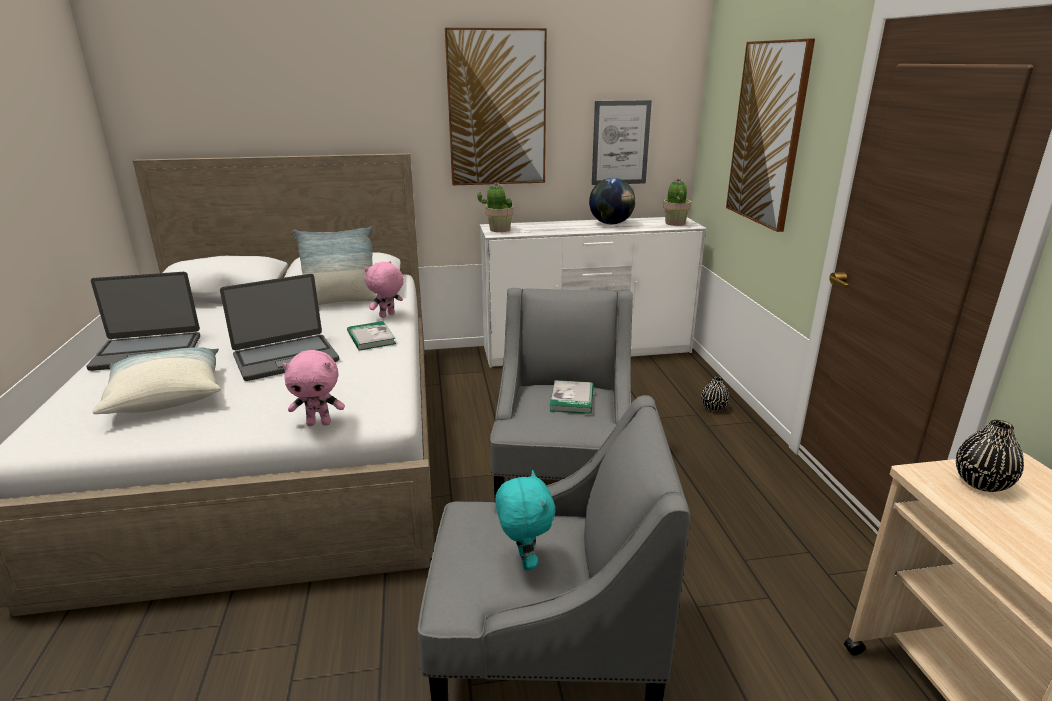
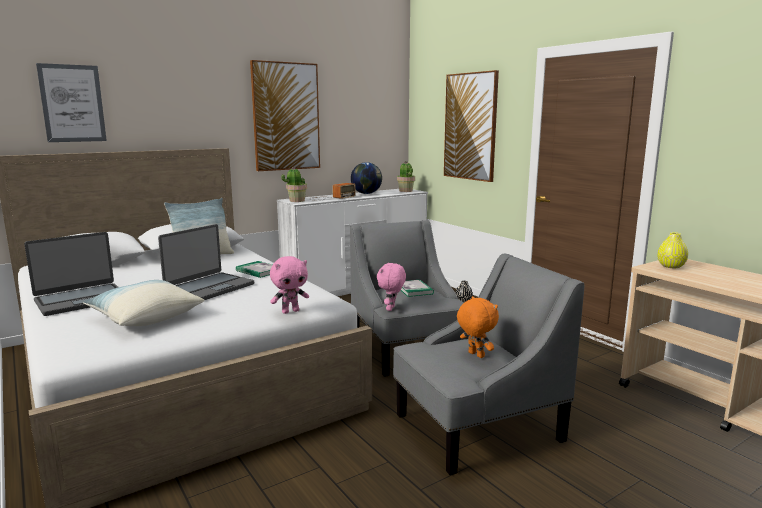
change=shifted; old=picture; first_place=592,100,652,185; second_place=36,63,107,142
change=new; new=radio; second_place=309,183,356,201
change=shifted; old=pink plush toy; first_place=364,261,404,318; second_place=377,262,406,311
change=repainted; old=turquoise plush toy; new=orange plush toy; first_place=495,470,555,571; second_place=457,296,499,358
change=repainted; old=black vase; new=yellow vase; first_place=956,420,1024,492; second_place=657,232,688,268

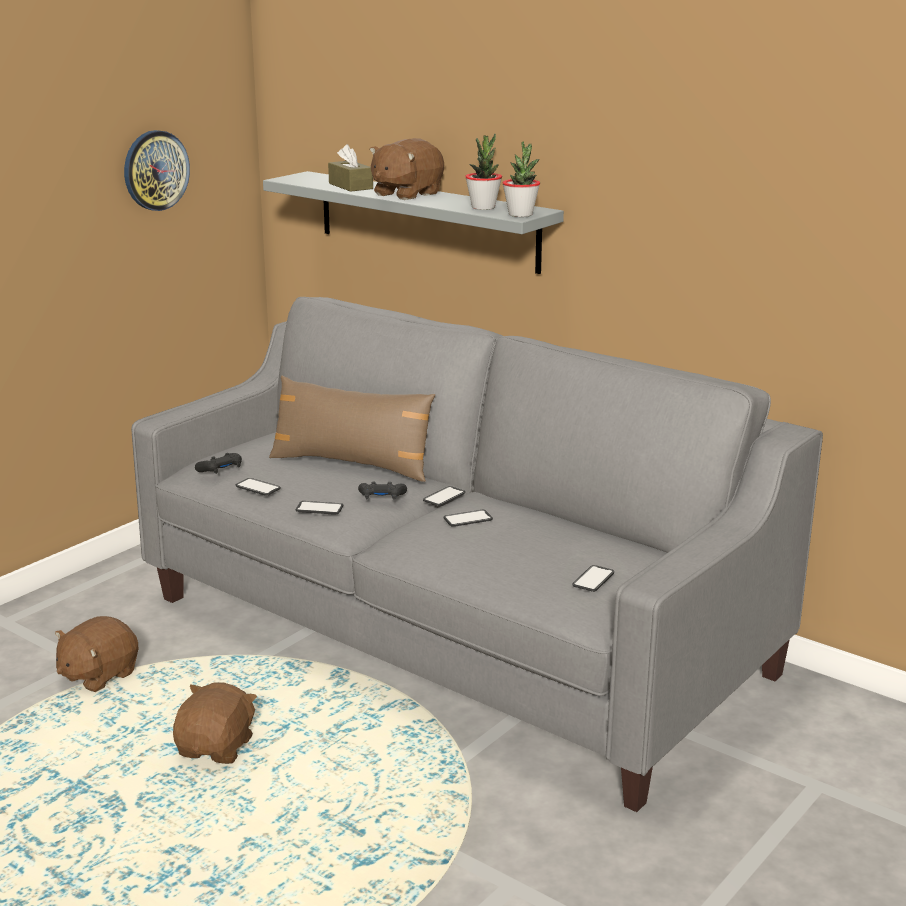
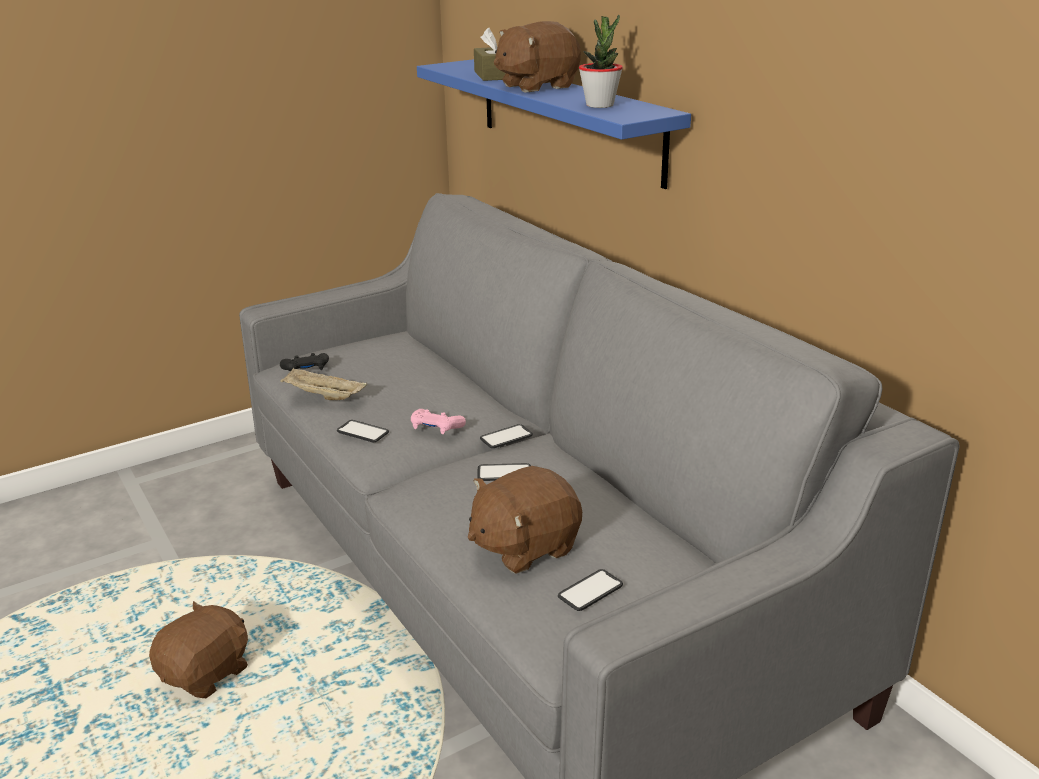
change=swapped; old=phone; new=beige tray; first_place=236,478,281,495; second_place=281,368,367,400
change=repainted; old=black game controller; new=pink game controller; first_place=358,481,407,500; second_place=411,409,466,434
change=repainted; old=grey shelf; new=blue shelf; first_place=263,171,564,274; second_place=417,59,691,189
change=shifted; old=brown plush toy; first_place=55,616,139,692; second_place=468,466,582,574
change=gone; old=wall clock; first_place=124,130,190,211
change=gone; old=brown pillow; first_place=269,376,435,482
change=gone; old=potted plant; first_place=503,141,540,217

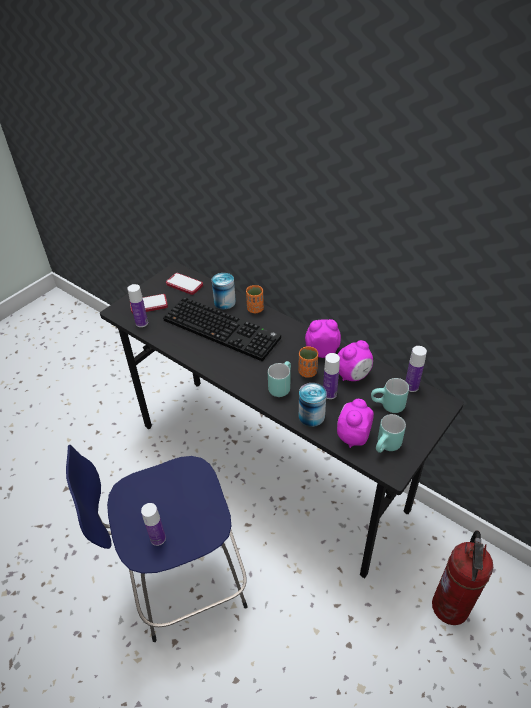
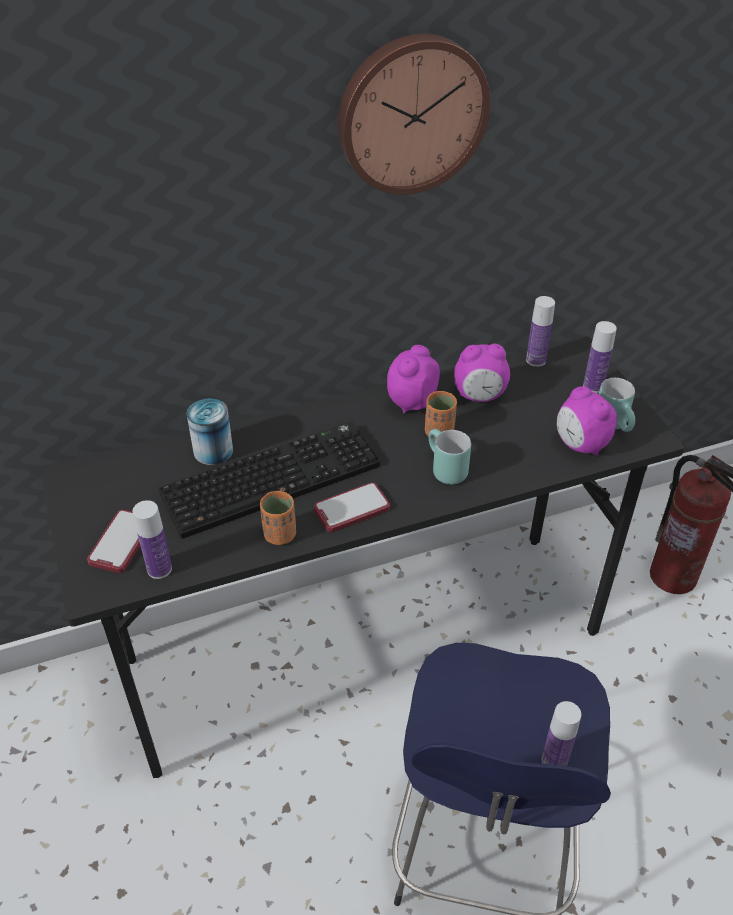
change=shifted; old=orange cup; first_place=246,285,264,313; second_place=260,491,296,545
change=shifted; old=phone; first_place=166,273,203,295; second_place=314,482,390,532
change=new; new=wall clock; second_place=338,34,490,195
change=rotated; old=alarm clock; first_place=338,340,373,381; second_place=454,344,510,402; degrees=90
change=shifted; old=bottle; first_place=323,353,340,399; second_place=583,321,617,393
change=gone; old=can; first_place=299,383,327,427
change=gone; old=turquoise mug; first_place=371,378,409,413

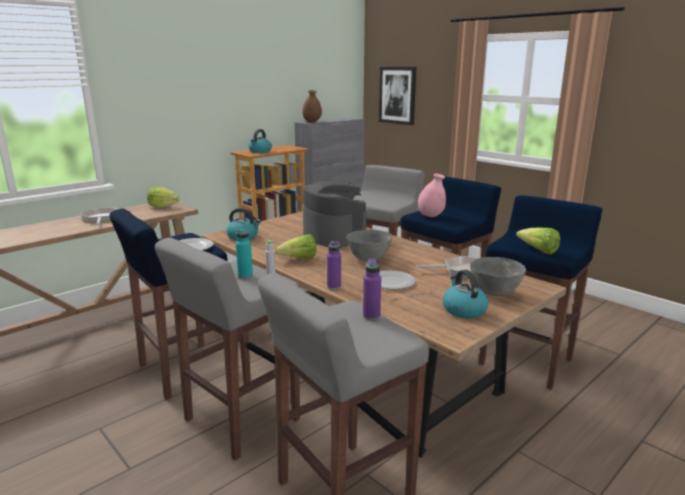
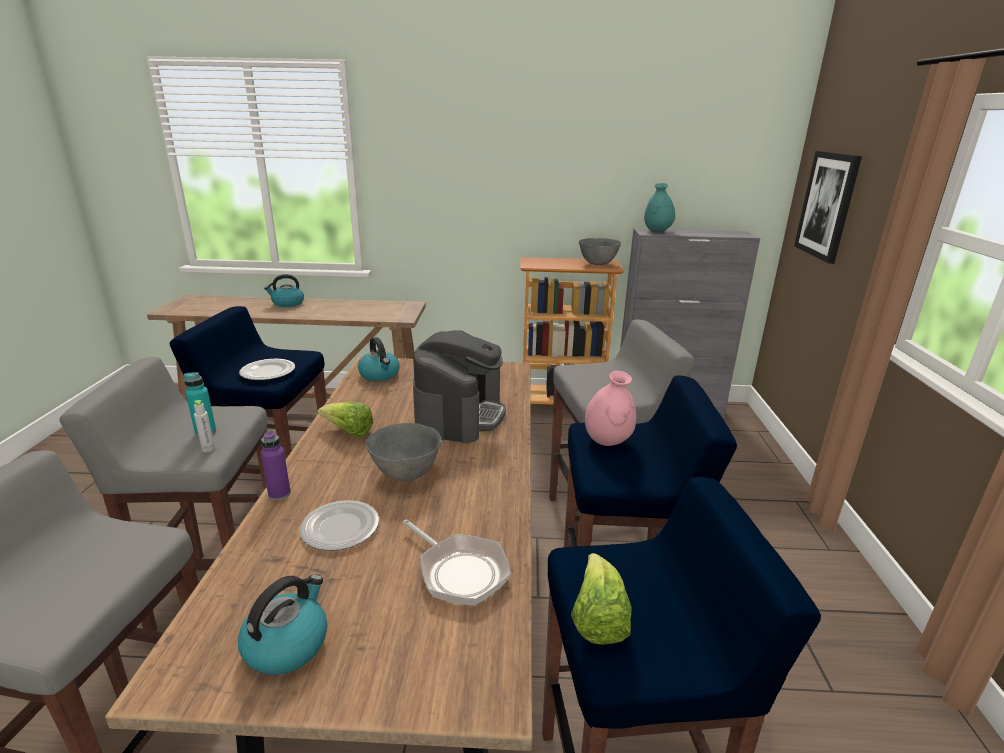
change=shifted; old=kettle; first_place=249,129,272,153; second_place=264,274,304,307
change=shifted; old=grey bowl; first_place=470,257,526,296; second_place=579,238,621,265
change=repainted; old=brown vase; new=turquoise vase; first_place=302,90,322,122; second_place=644,183,675,232
change=gone; old=frying pan; first_place=80,207,117,225
change=gone; old=lettuce; first_place=147,187,180,208
change=gone; old=purple bottle; first_place=363,259,381,320

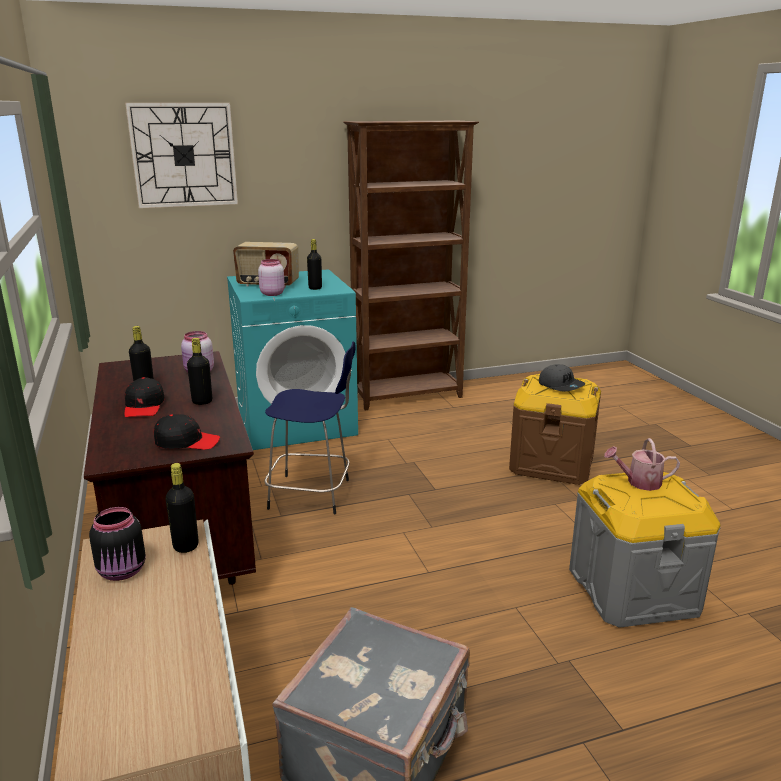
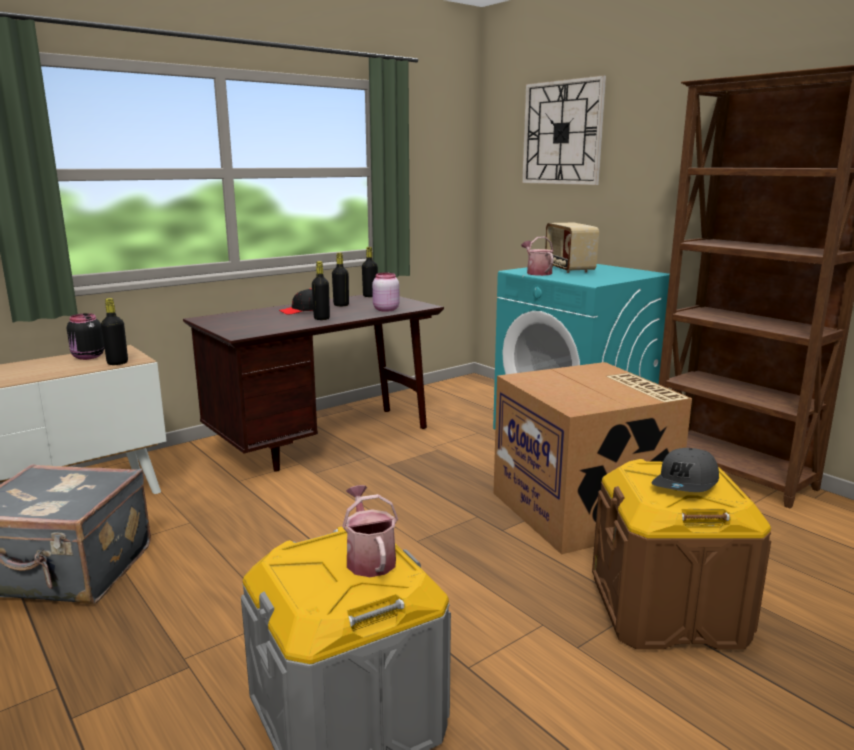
change=shifted; old=black bottle; first_place=307,239,322,290; second_place=362,247,378,297
change=new; new=cardboard box; second_place=494,362,692,554
change=swapped; old=pink jar; new=watering can; first_place=258,259,285,296; second_place=521,237,554,276
change=gone; old=black cap; first_place=154,414,220,450
change=gone; old=blue stool; first_place=264,341,356,514

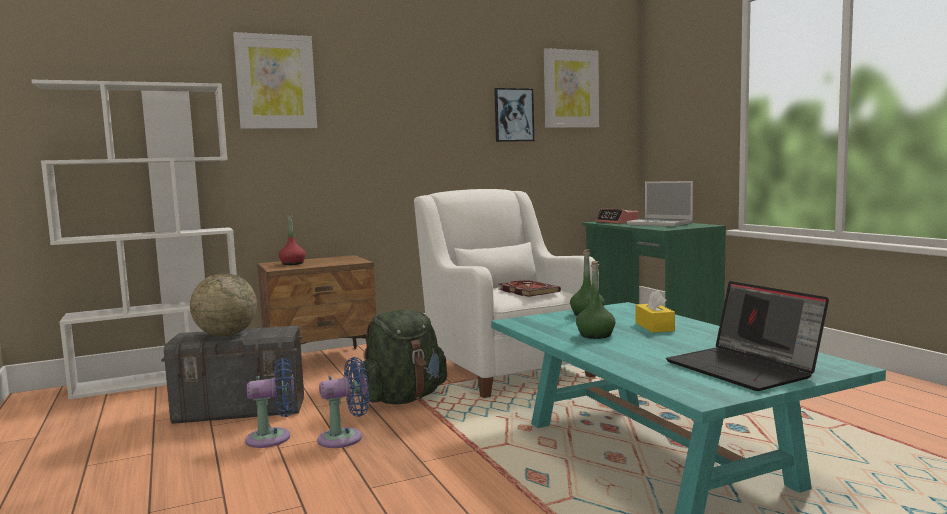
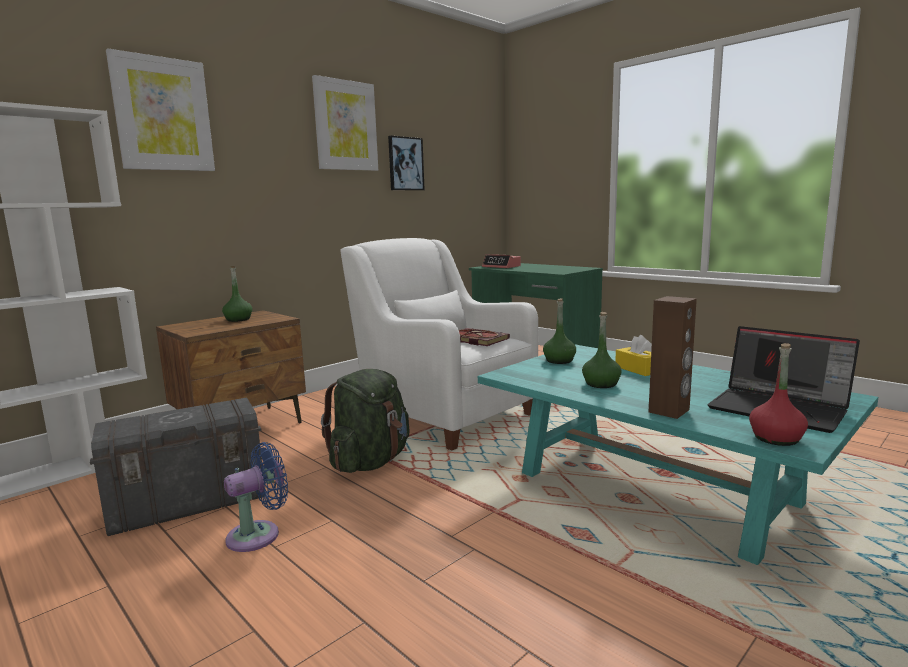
change=new; new=green bottle; second_place=222,266,252,322
change=shifted; old=picture; first_place=544,48,599,128; second_place=312,75,378,171
change=new; new=brown speaker; second_place=649,296,697,419
change=shifted; old=red bottle; first_place=279,214,306,265; second_place=749,343,808,446
change=gone; old=globe; first_place=190,273,257,336
change=gone; old=blue fan; first_place=317,357,369,448
change=gone; old=laptop; first_place=627,181,693,227

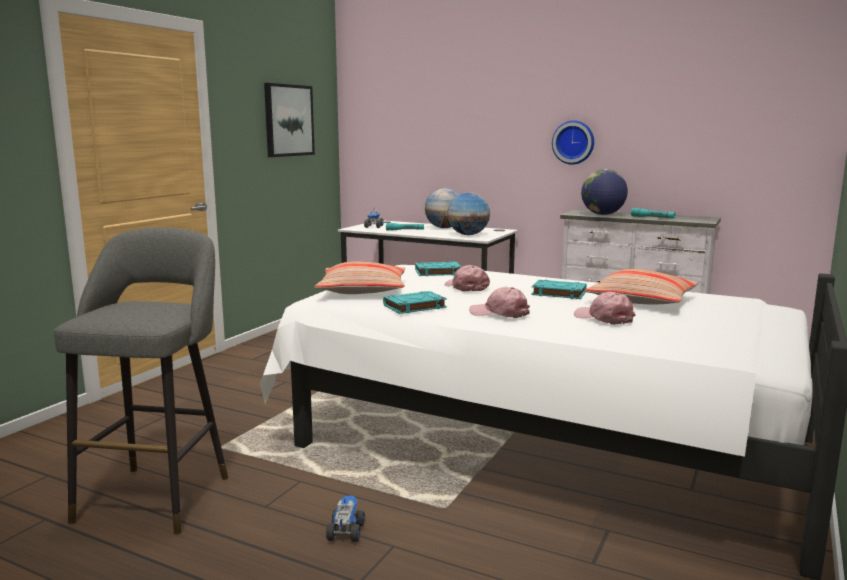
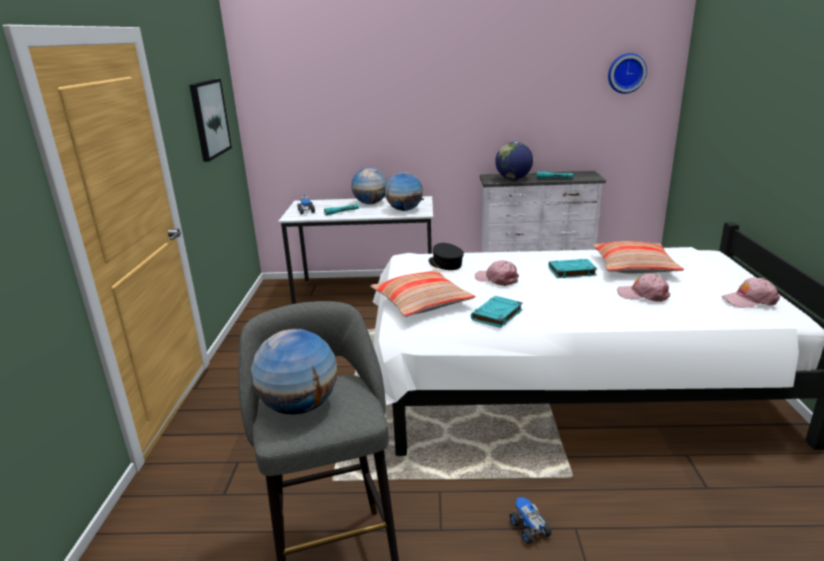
change=new; new=globe; second_place=251,329,337,415
change=swapped; old=turquoise book; new=black cap; first_place=415,262,461,276; second_place=429,243,464,270
change=shifted; old=wall clock; first_place=552,120,594,165; second_place=608,53,647,94
change=shifted; old=pink cap; first_place=469,287,530,318; second_place=721,278,780,308

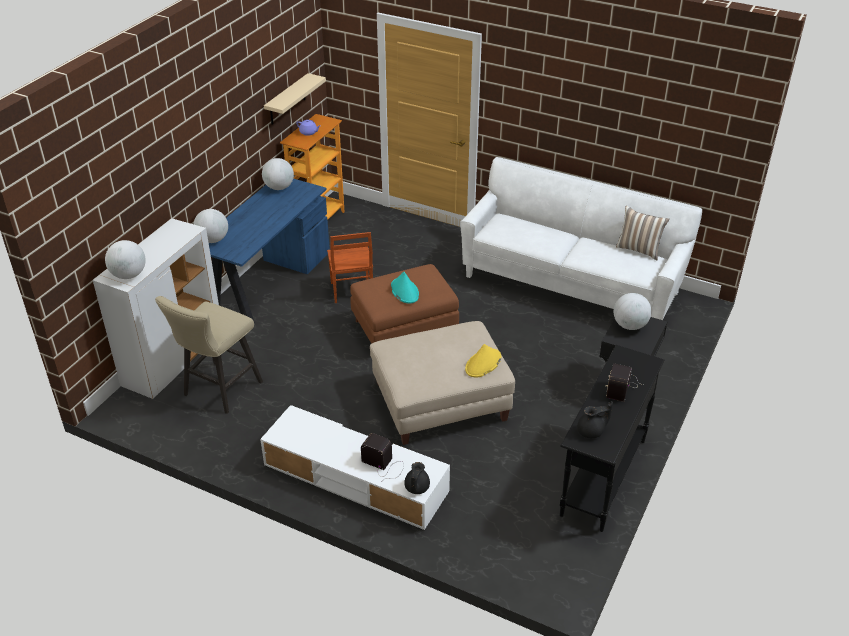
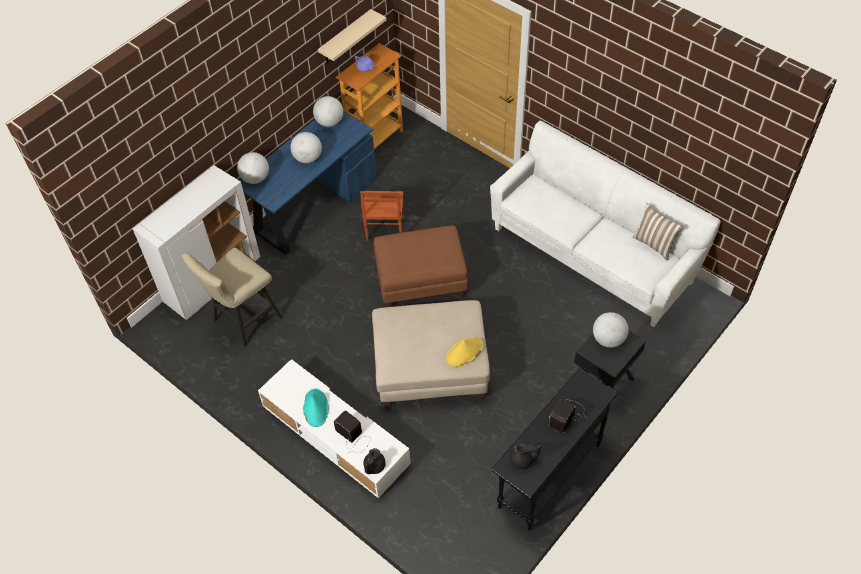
change=shifted; old=globe; first_place=105,240,146,279; second_place=291,132,322,163
change=shifted; old=turquoise hat; first_place=391,272,419,304; second_place=303,389,329,427

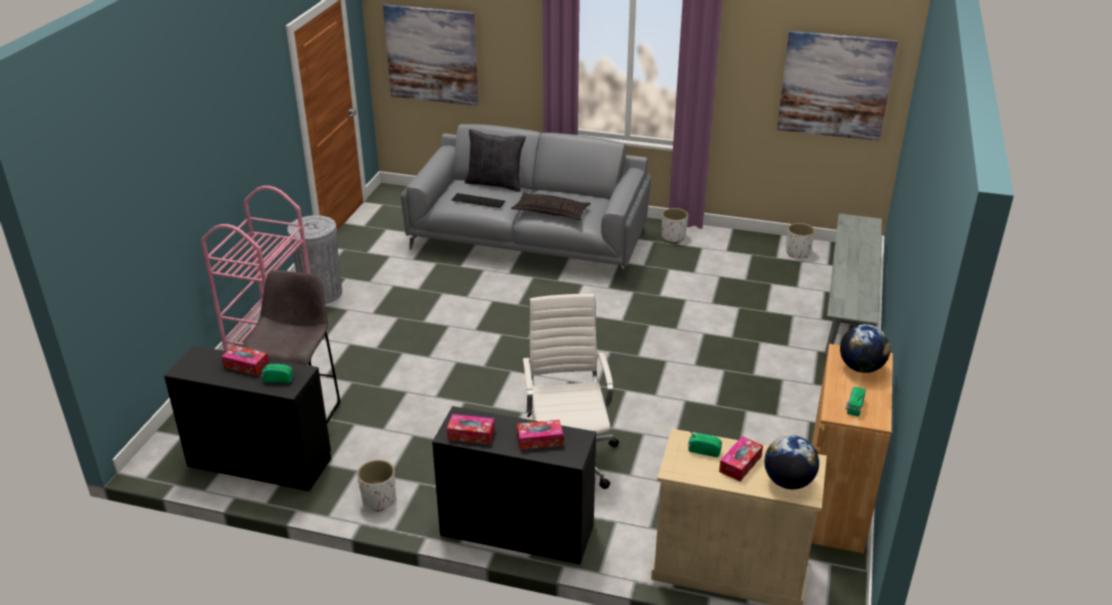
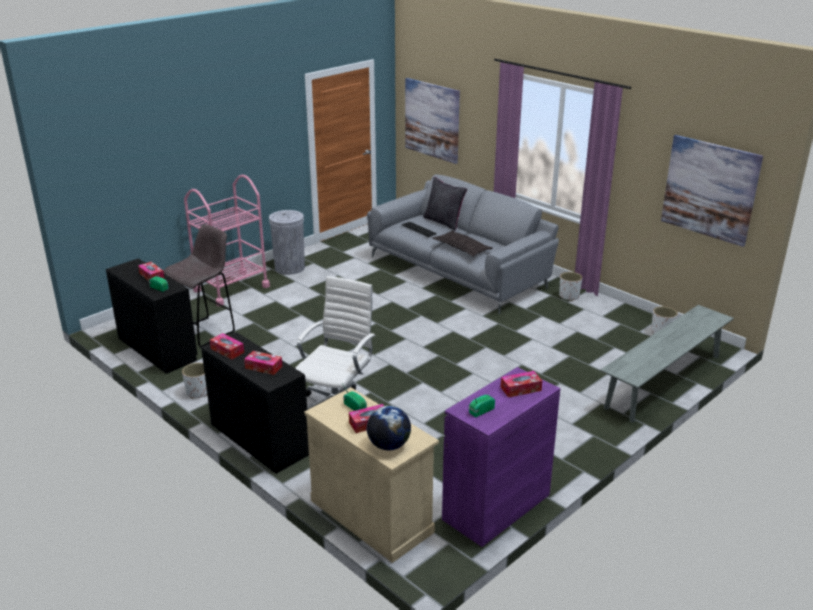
change=repainted; old=brown cabinet; new=purple cabinet; first_place=812,344,893,553; second_place=442,367,560,547
change=swapped; old=globe; new=tissue box; first_place=840,324,890,373; second_place=501,371,542,398

